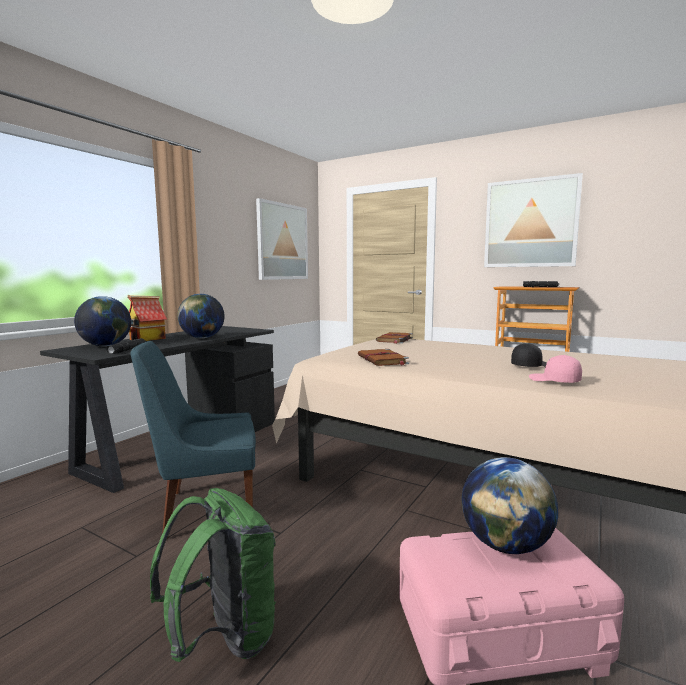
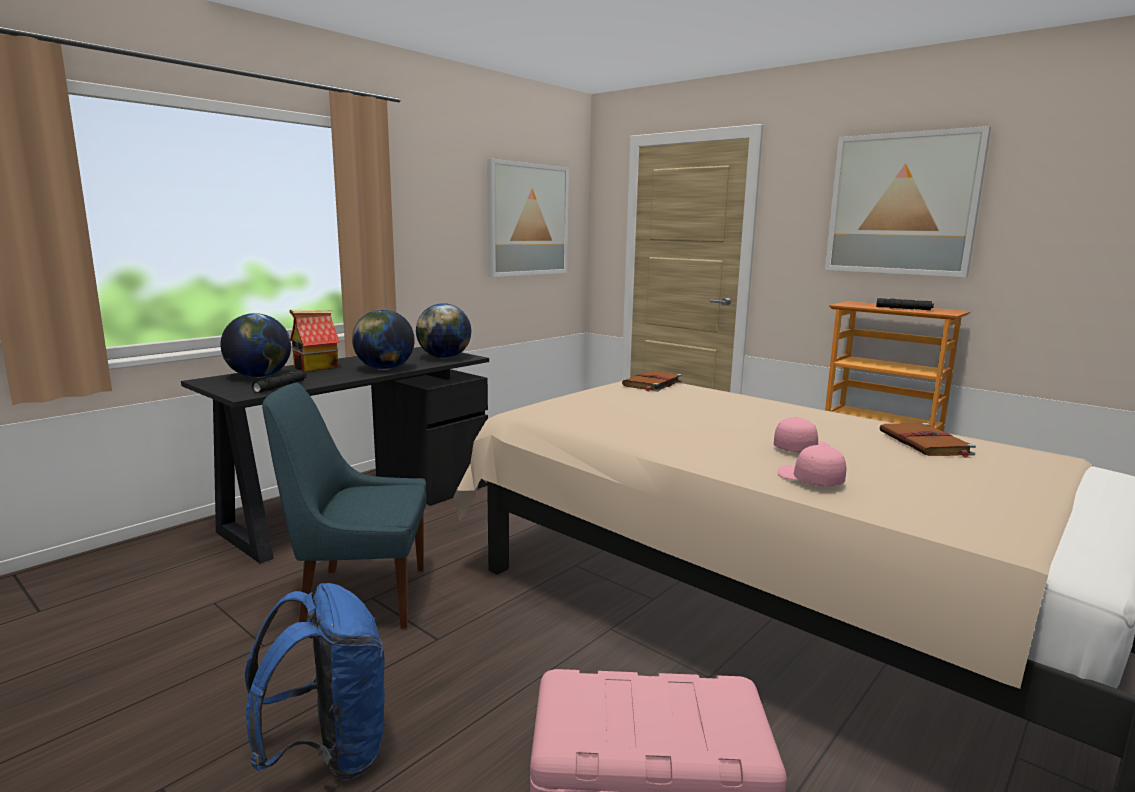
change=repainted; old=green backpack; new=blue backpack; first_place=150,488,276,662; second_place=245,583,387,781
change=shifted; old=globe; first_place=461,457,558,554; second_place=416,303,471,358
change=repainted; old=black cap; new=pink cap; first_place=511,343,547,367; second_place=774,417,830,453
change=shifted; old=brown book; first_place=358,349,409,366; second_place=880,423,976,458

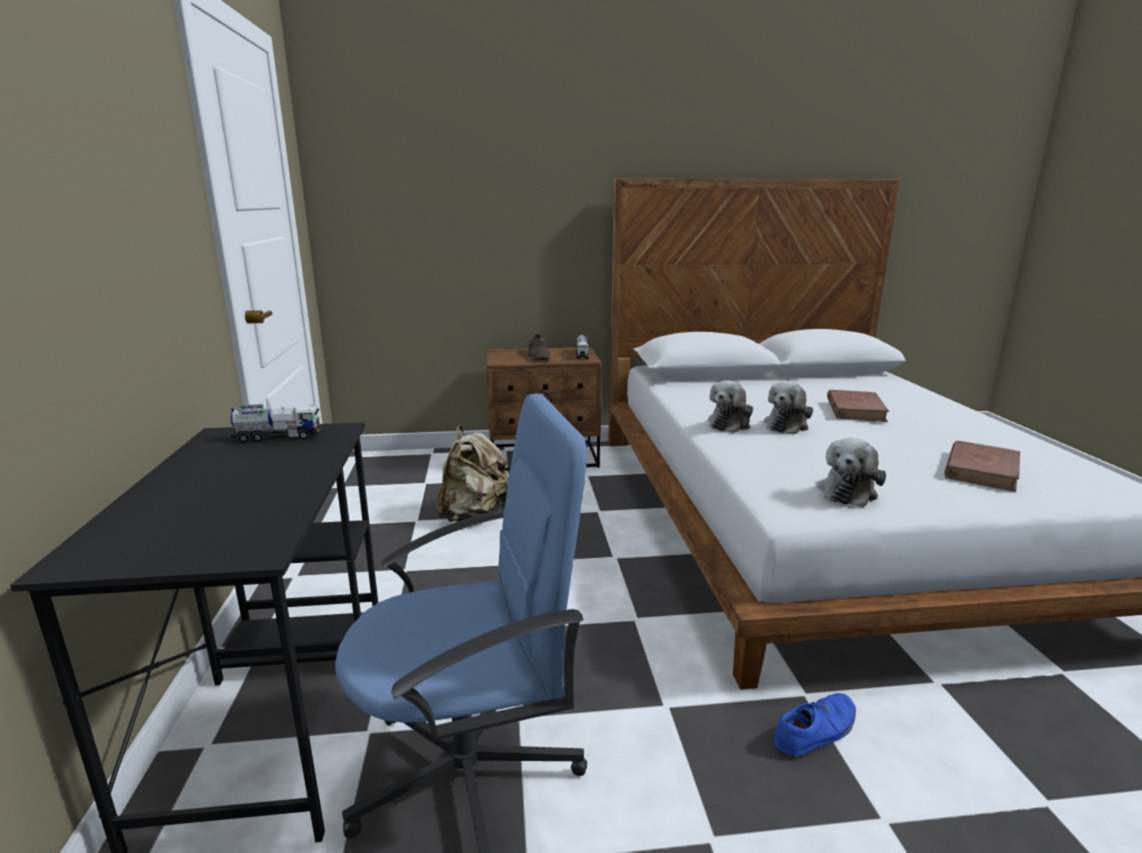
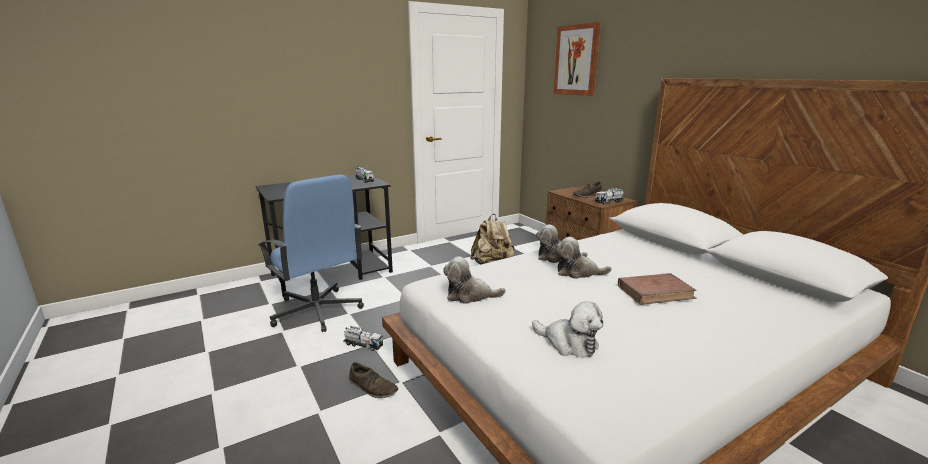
change=new; new=toy truck; second_place=343,326,383,351
change=repainted; old=blue shoe; new=brown shoe; first_place=774,693,856,756; second_place=349,362,398,398
change=swapped; old=brown book; new=plush toy; first_place=945,440,1020,492; second_place=532,301,603,358
change=new; new=picture; second_place=554,22,601,96

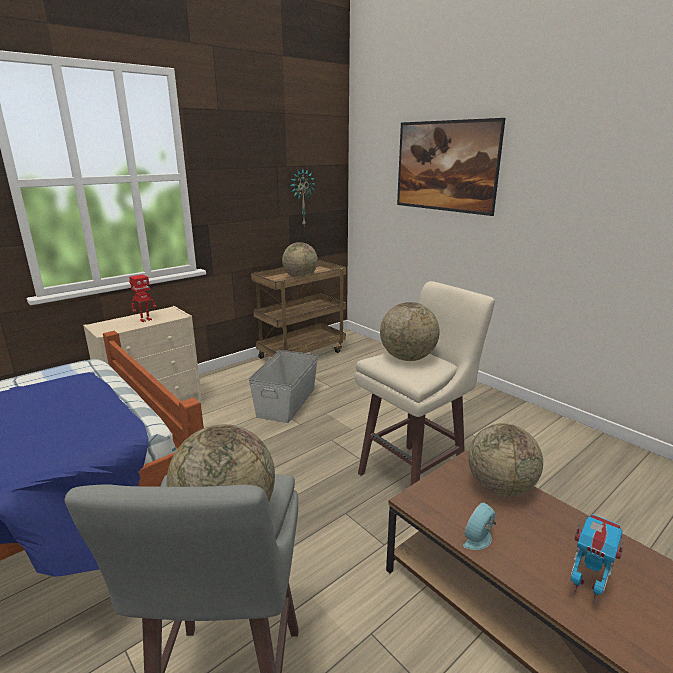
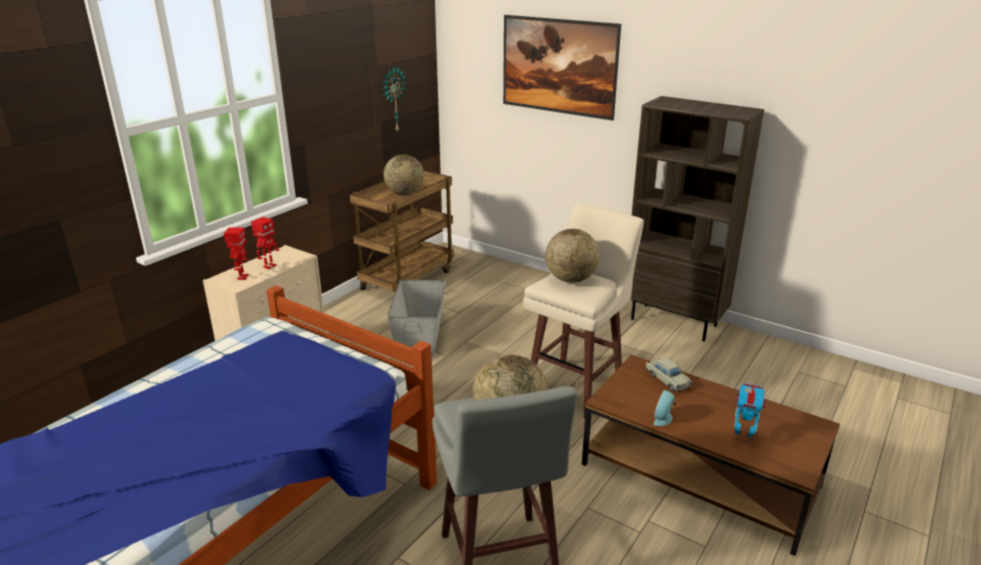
change=new; new=toy robot; second_place=224,228,249,280
change=new; new=brown bookcase; second_place=630,96,764,342
change=swapped; old=globe; new=beige toy car; first_place=468,423,543,497; second_place=646,358,692,392

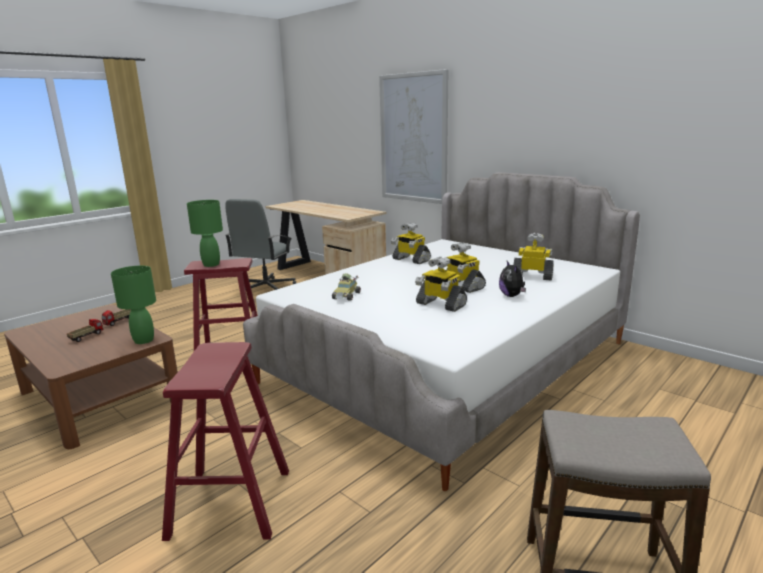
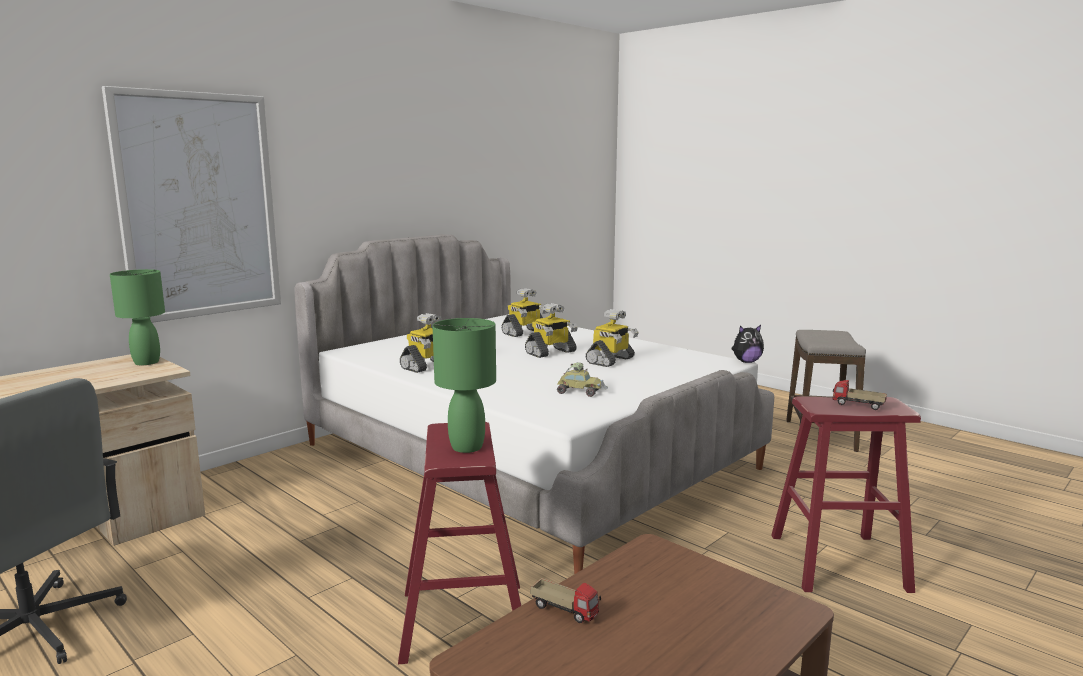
change=shifted; old=green table lamp; first_place=111,266,156,344; second_place=110,269,165,365
change=rotated; old=toy robot; first_place=514,233,554,281; second_place=501,288,547,337; degrees=-150
change=shifted; old=plush toy; first_place=499,261,526,297; second_place=731,325,764,363
change=shifted; old=toy truck; first_place=67,319,104,342; second_place=832,380,887,410

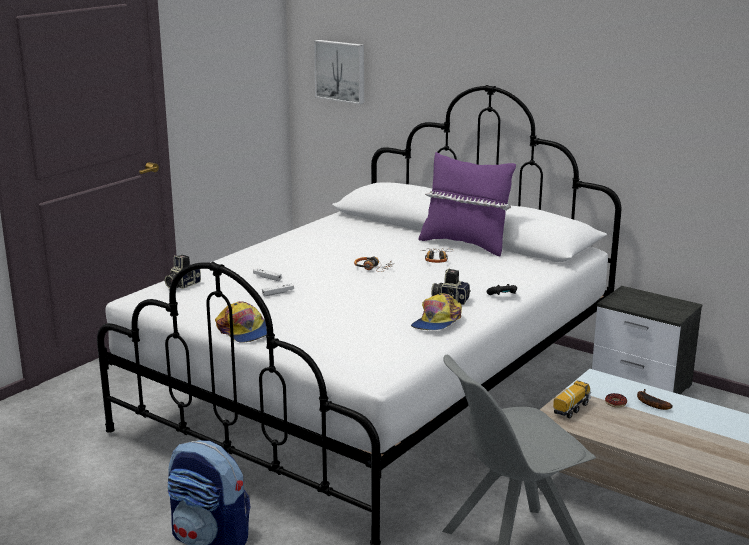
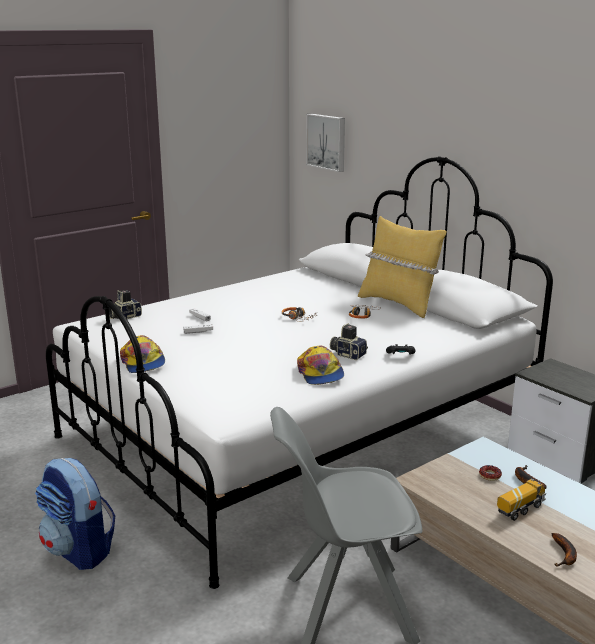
change=rotated; old=cap; first_place=411,293,462,330; second_place=297,345,344,385; degrees=-60
change=repainted; old=purple pillow; new=yellow pillow; first_place=419,152,516,256; second_place=358,216,447,318
change=shifted; old=toy truck; first_place=553,380,591,419; second_place=497,479,546,521
change=new; new=banana; second_place=551,533,577,567

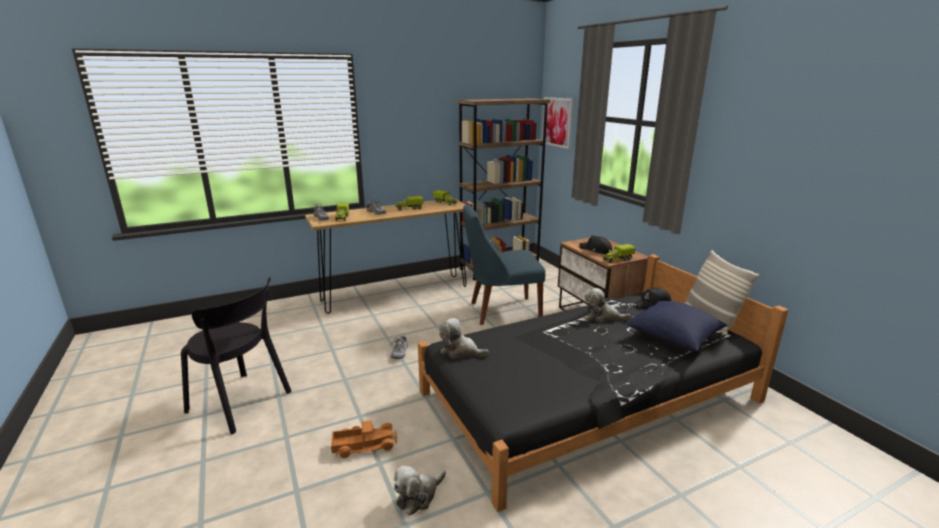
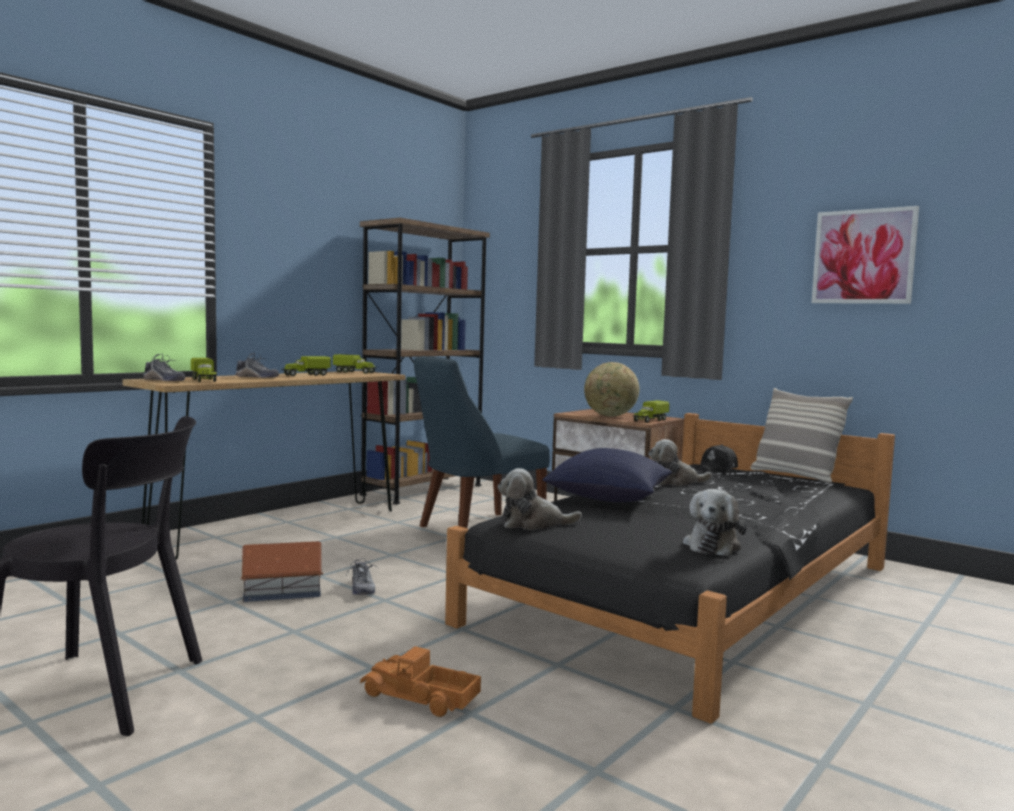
change=new; new=toy house; second_place=241,541,323,602
change=rotated; old=toy truck; first_place=331,420,397,458; second_place=360,646,481,717; degrees=-120
change=shifted; old=blue pillow; first_place=625,301,727,351; second_place=542,448,672,502
change=swapped; old=black cap; new=globe; first_place=579,235,612,254; second_place=584,362,639,417
change=shifted; old=plush toy; first_place=394,466,446,515; second_place=683,489,747,556
change=shifted; old=picture; first_place=542,97,574,149; second_place=812,206,919,304

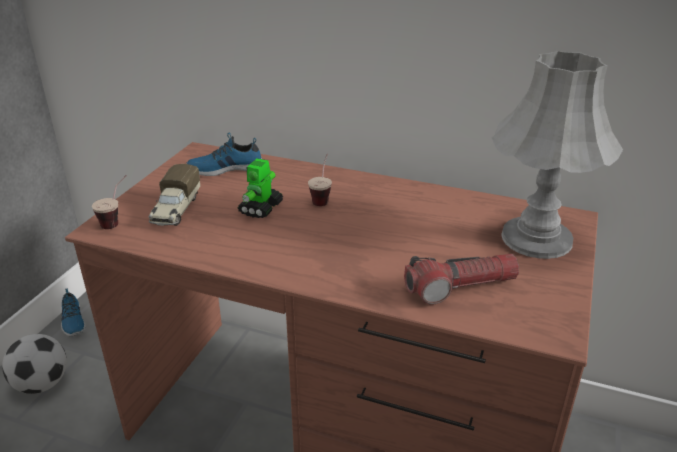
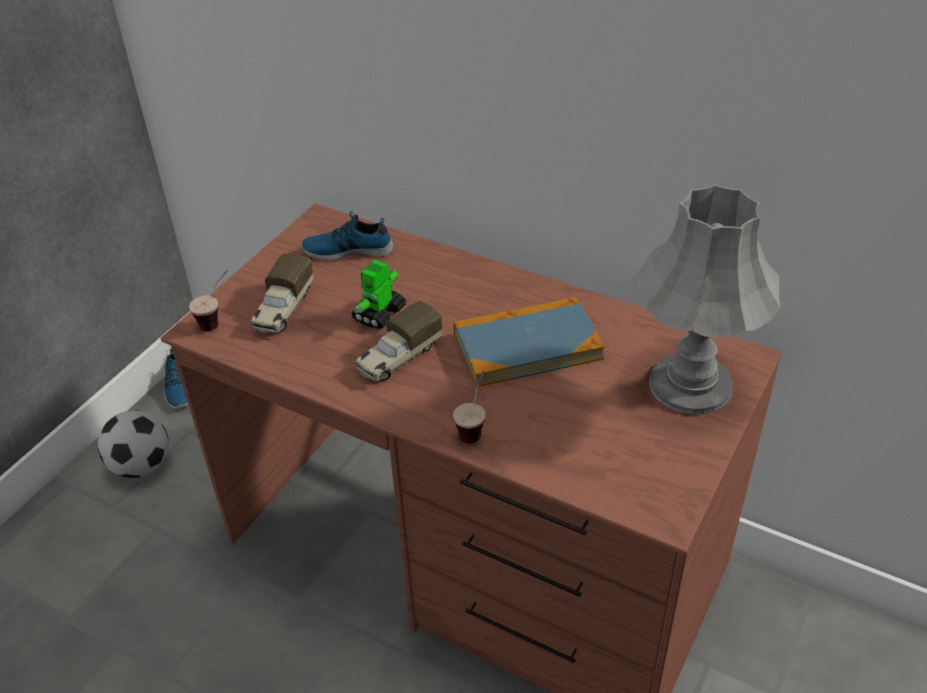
change=new; new=toy truck; second_place=355,301,442,381
change=new; new=book; second_place=453,297,605,387
change=shifted; old=cup; first_place=308,154,332,206; second_place=453,370,485,443
change=gone; old=flashlight; first_place=404,254,519,305

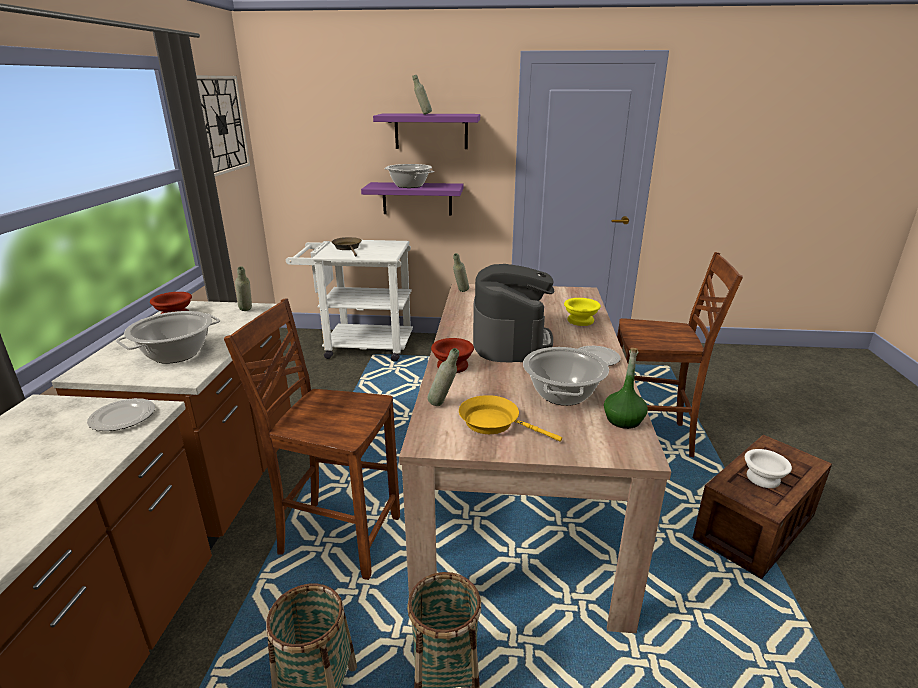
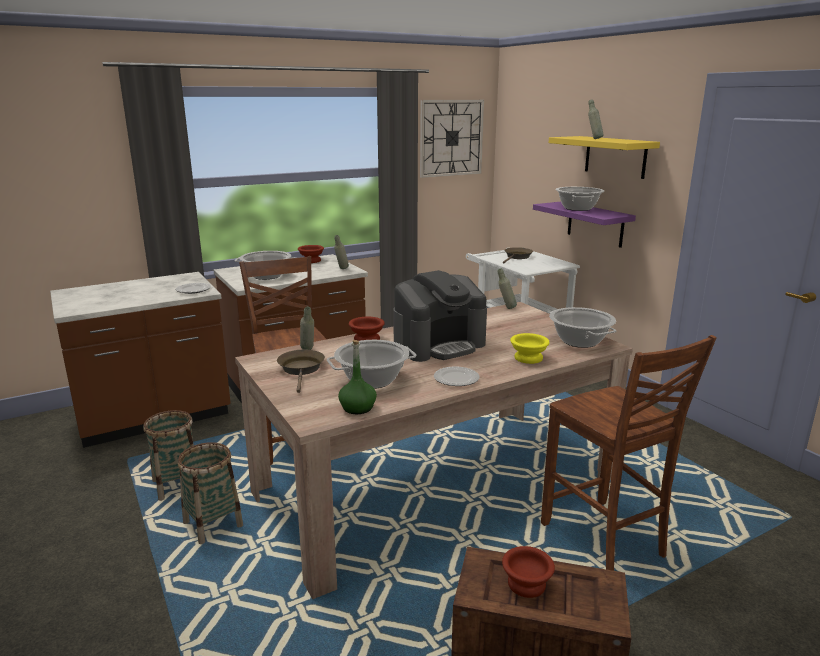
change=repainted; old=yellow frying pan; new=brown frying pan; first_place=459,395,562,442; second_place=277,350,325,393
change=repainted; old=white bowl; new=brown bowl; first_place=745,449,792,488; second_place=502,546,555,598
change=repainted; old=purple shelf; new=yellow shelf; first_place=373,113,480,149; second_place=549,136,660,179
change=new; new=cooking pot; second_place=549,307,616,348

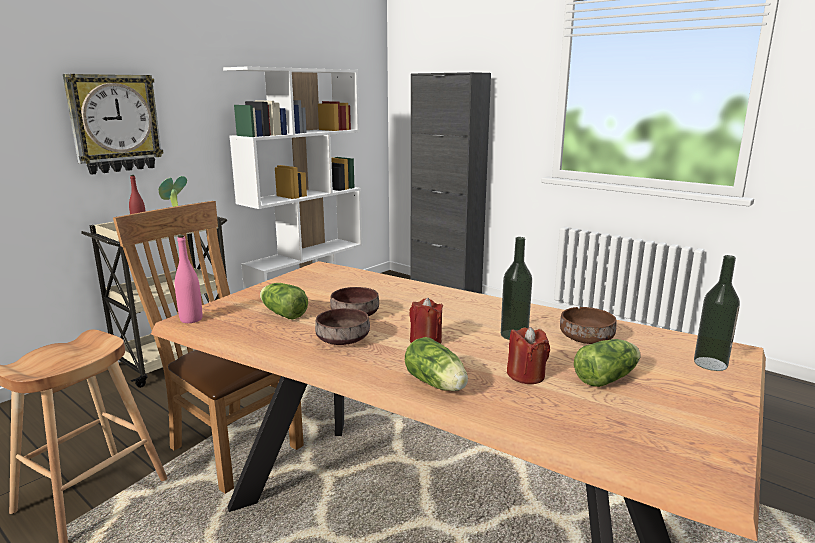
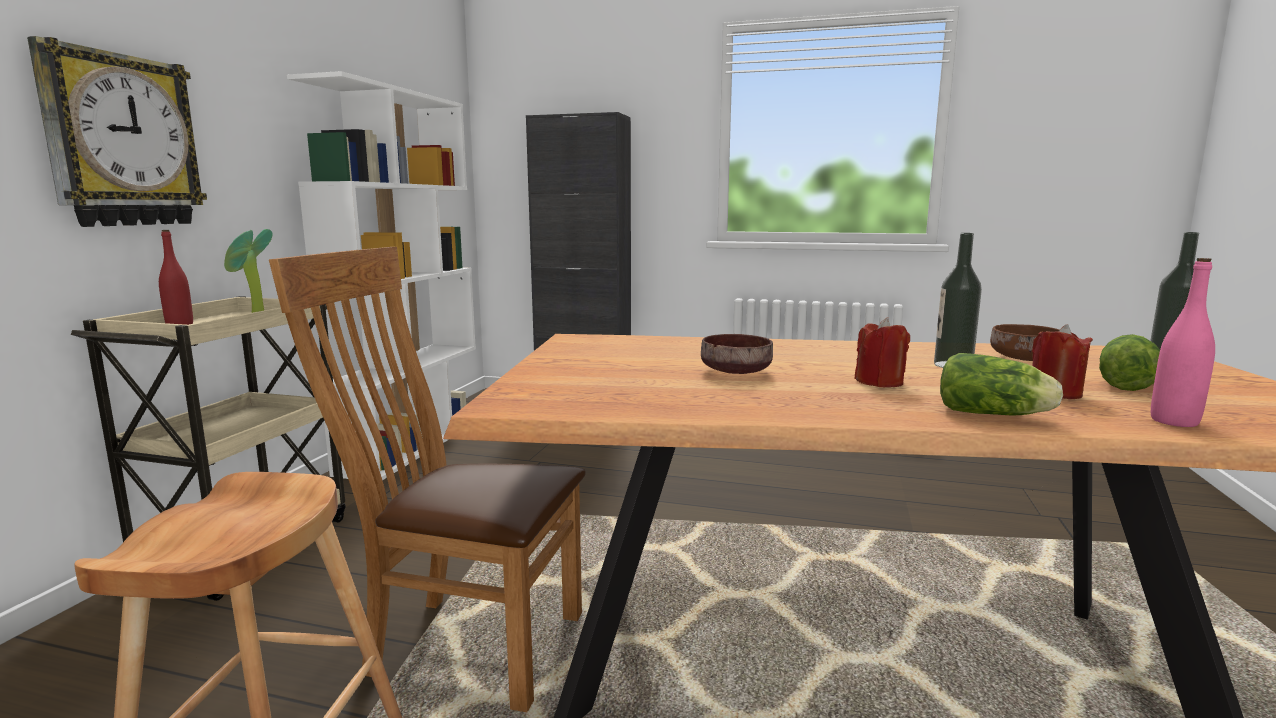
change=shifted; old=pink bottle; first_place=175,235,202,323; second_place=1151,258,1215,427
change=gone; old=lettuce; first_place=260,283,308,319
change=gone; old=brown bowl; first_place=315,308,370,345

